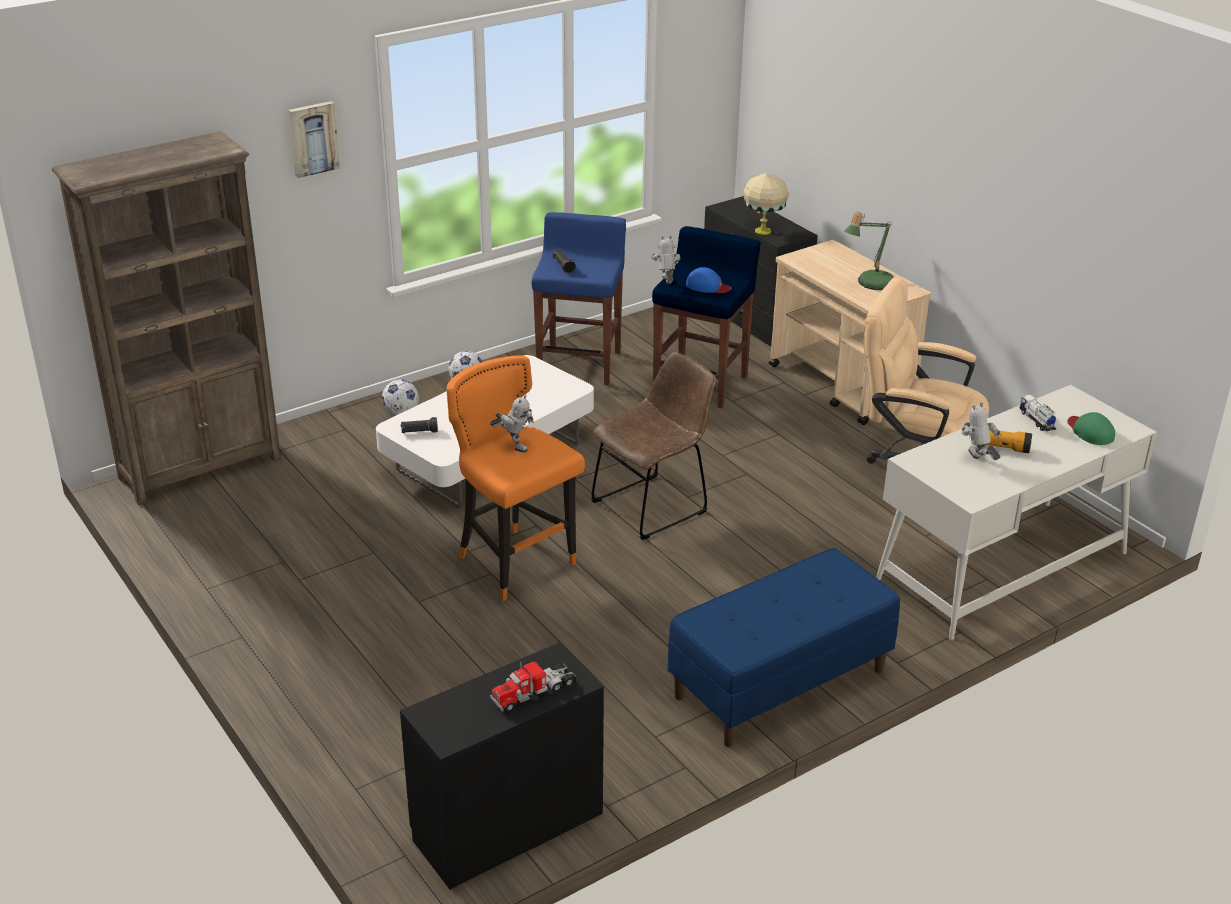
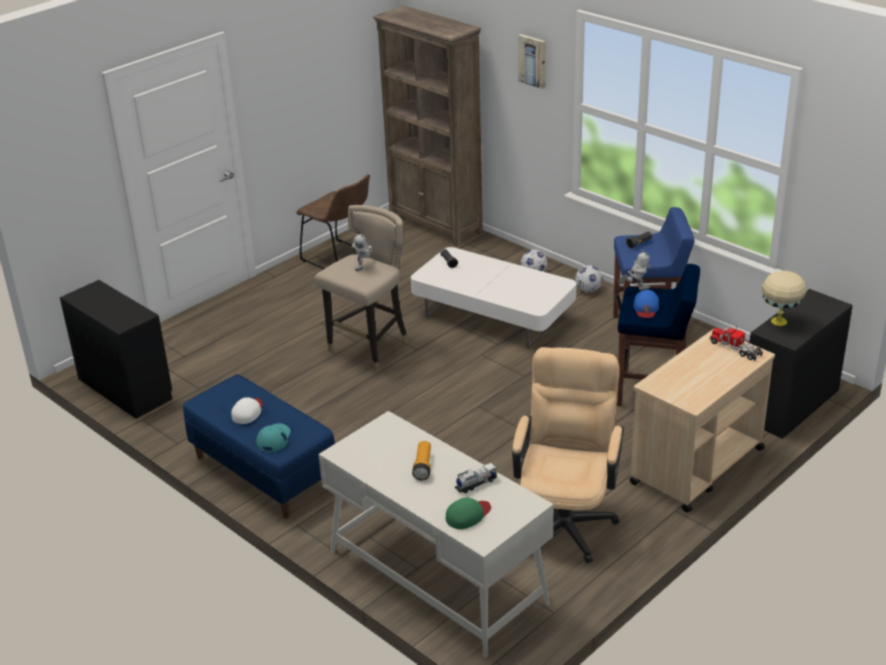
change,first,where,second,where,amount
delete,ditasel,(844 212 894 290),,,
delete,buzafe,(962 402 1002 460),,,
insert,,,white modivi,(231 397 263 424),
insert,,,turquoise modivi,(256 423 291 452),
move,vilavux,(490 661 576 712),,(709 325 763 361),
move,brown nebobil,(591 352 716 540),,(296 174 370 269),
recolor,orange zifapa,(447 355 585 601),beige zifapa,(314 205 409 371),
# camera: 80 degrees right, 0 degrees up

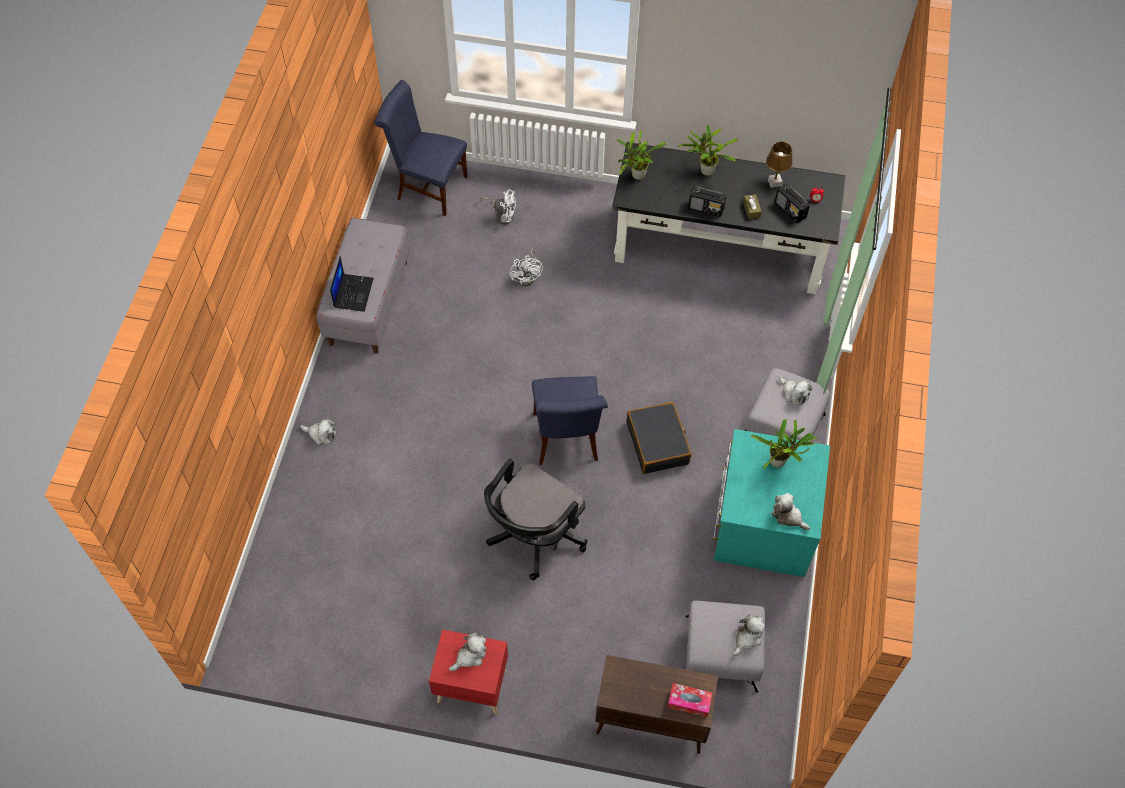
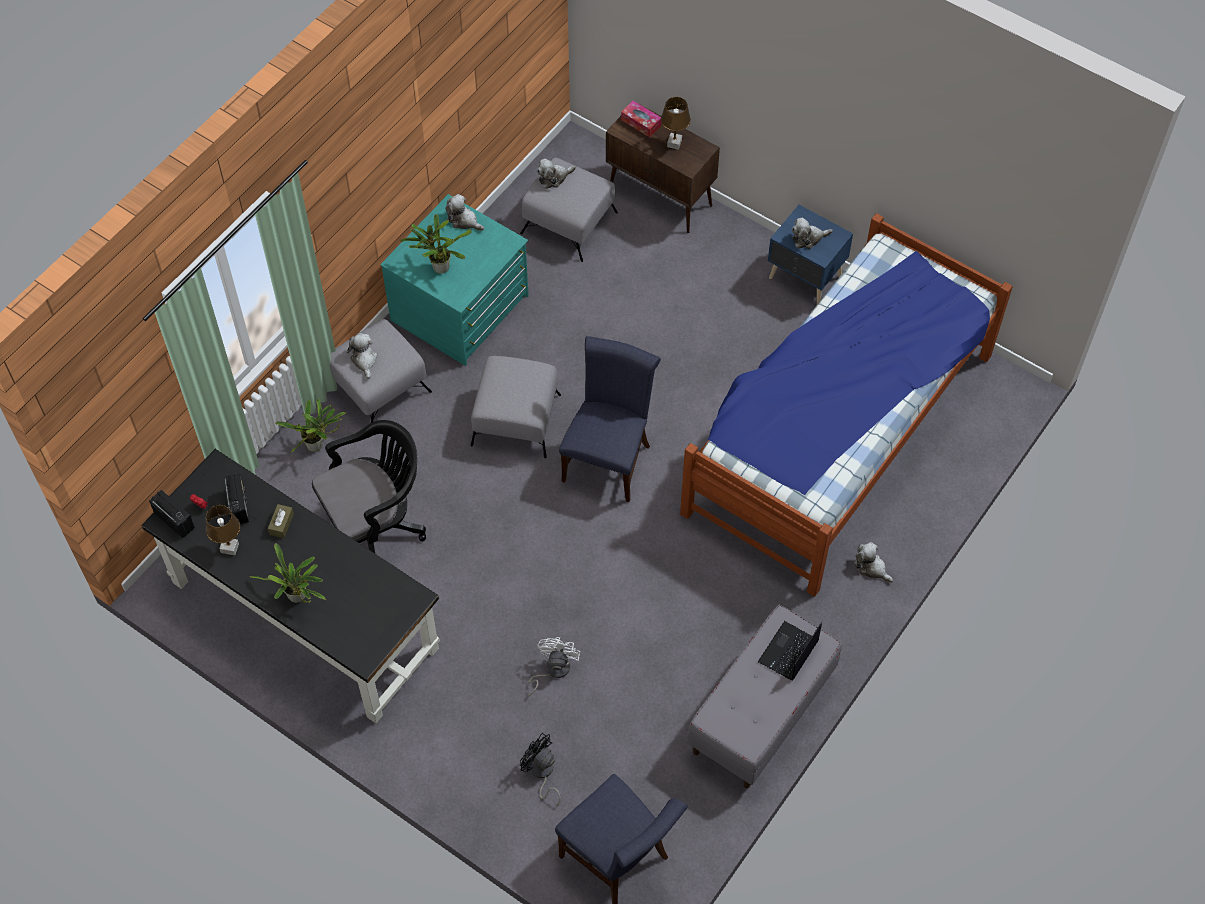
change,first,where,second,where,amount
insert,,,brown ditasel,(661 97 691 150),
insert,,,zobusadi,(680 213 1013 597),
move,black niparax,(484 459 587 580),,(312 420 426 553),
move,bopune,(617 130 667 180),,(275 399 347 453),
move,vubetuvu,(688 186 726 217),,(149 490 195 538),
replace,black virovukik,(627 402 692 474),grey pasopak,(471 356 561 458),
recolor,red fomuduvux,(429 629 508 714),blue fomuduvux,(768 205 853 304),
recolor,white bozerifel,(481 189 516 225),black bozerifel,(520 733 561 807),
rotate,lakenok,(772 493 810 530),,(445 194 484 231),150 degrees clockwise
# camera: 155 degrees left, 0 degrees up

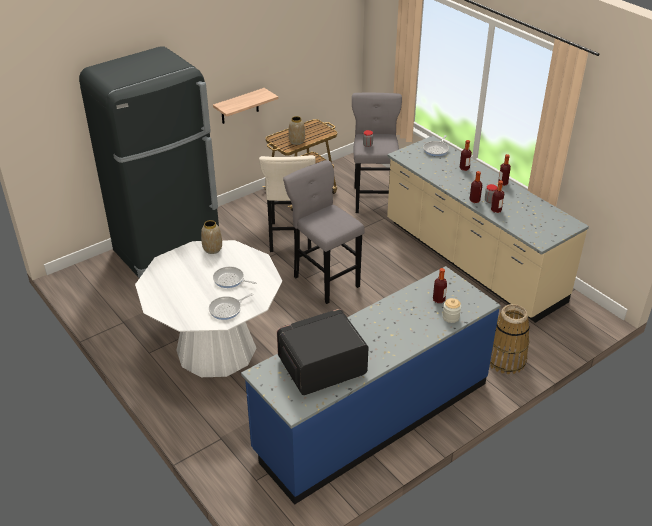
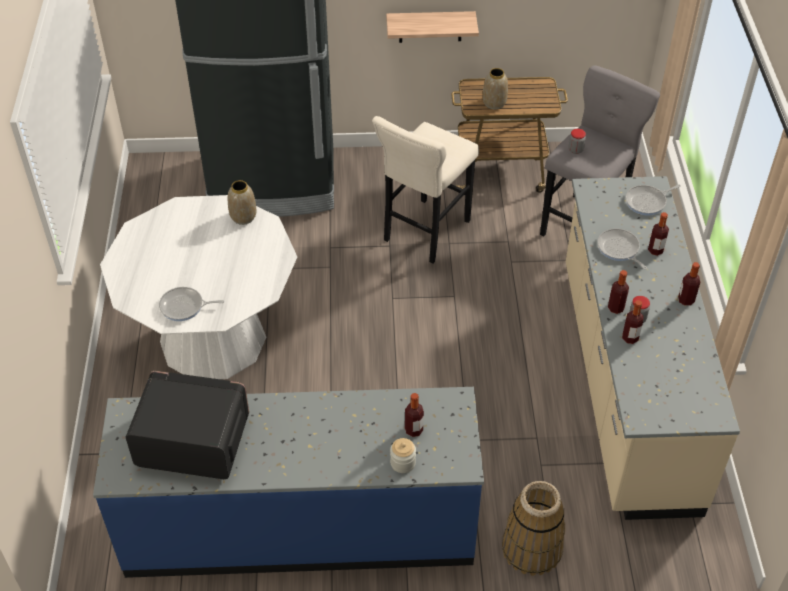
change,first,where,second,where,amount
delete,grey zifapa,(283 160 365 304),,,
move,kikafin,(213 267 256 288),,(597 228 647 270),
# camera: 35 degrees right, 10 degrees up

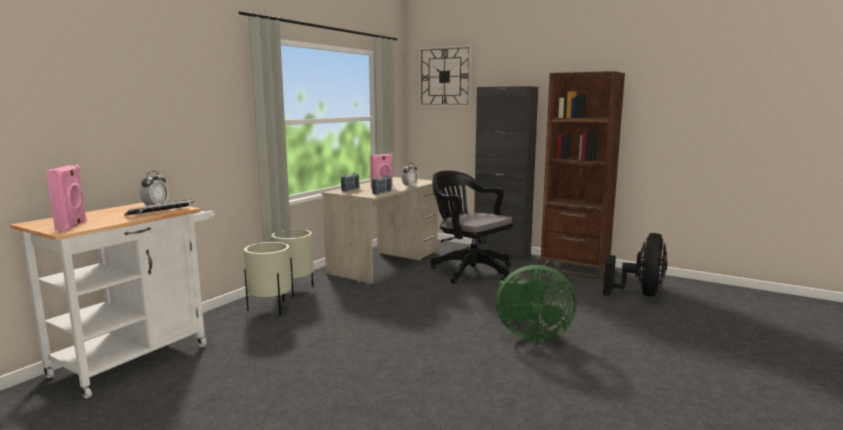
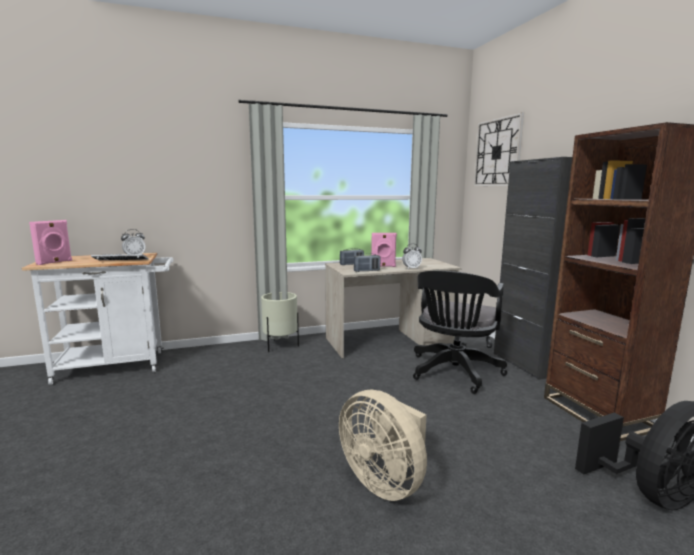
change,first,where,second,where,amount
delete,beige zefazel,(244 242 292 316),,,
recolor,green bozerifel,(496 265 577 342),beige bozerifel,(339 390 427 501),
rotate,black niparax,(431 170 514 284),,(413 270 507 394),150 degrees counterclockwise
# camera: 40 degrees right, 0 degrees up

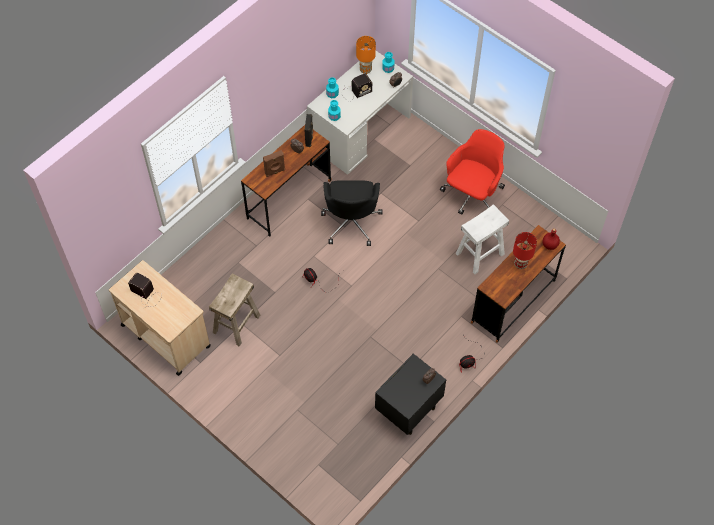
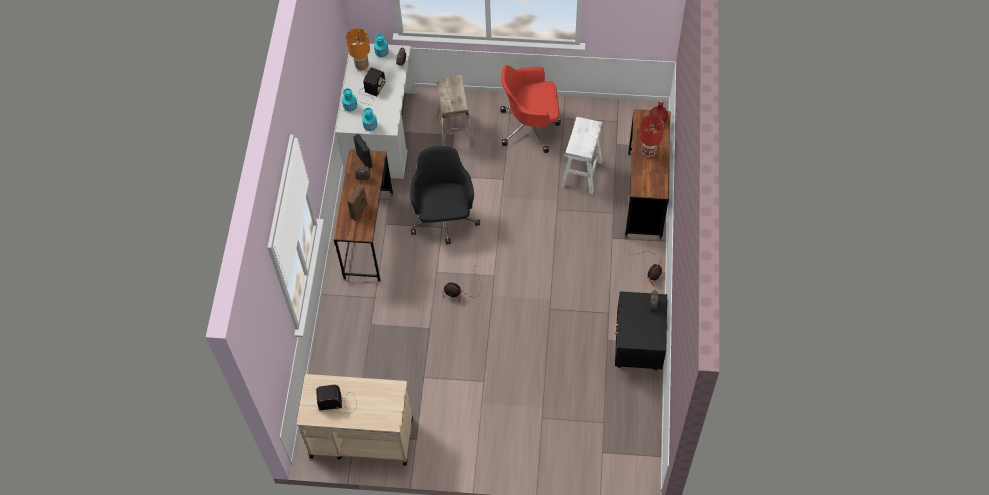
change,first,where,second,where,amount
move,beige zifapa,(209 274 260 347),,(437 75 474 146),
rotate,black niparax,(321 180 383 246),,(410 146 480 245),150 degrees counterclockwise
rotate,red niparax,(440 129 505 215),,(500 65 561 153),90 degrees counterclockwise
# camera: 35 degrees left, 0 degrees up

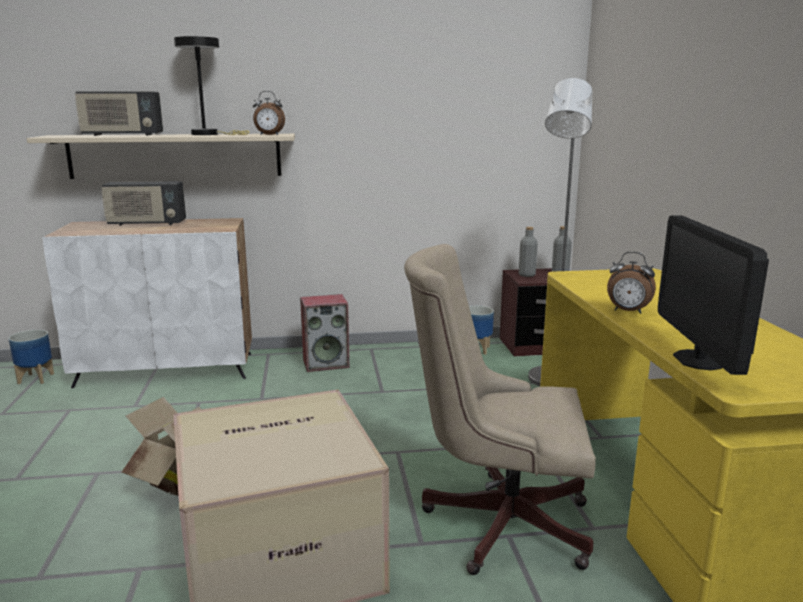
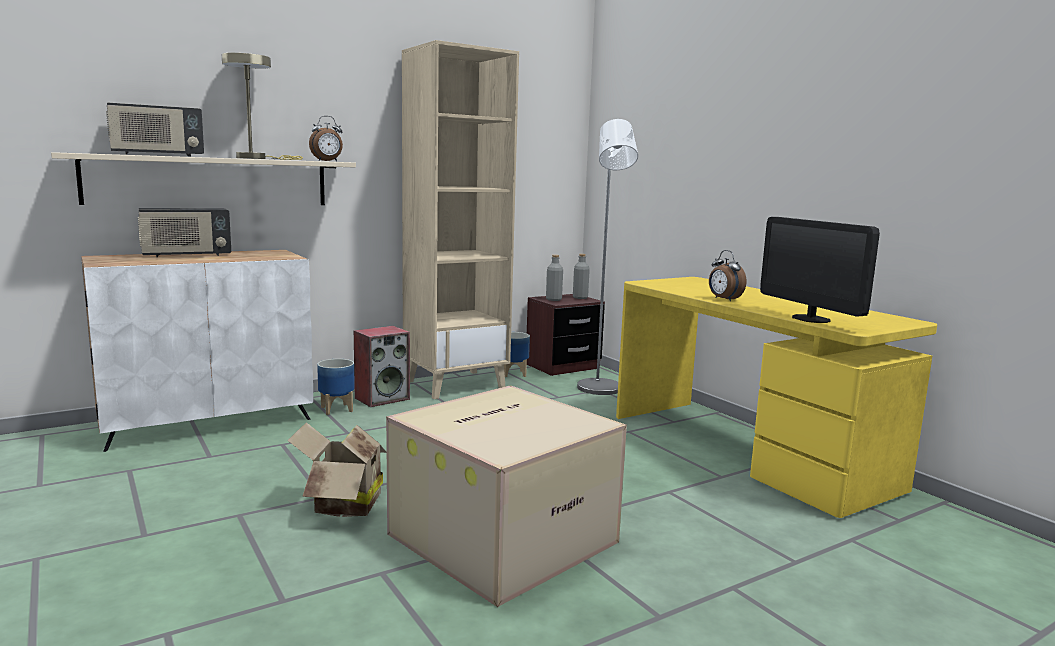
change,first,where,second,where,amount
delete,beige niparax,(404 244 596 575),,,
insert,,,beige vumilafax,(402 40 519 399),
move,zefazel,(9 330 54 384),,(317 359 355 415),
recolor,black ditasel,(174 36 249 135),beige ditasel,(222 53 303 160),
rotate,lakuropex,(607 252 656 314),,(709 250 746 301),60 degrees clockwise
# camera: 25 degrees left, 5 degrees down

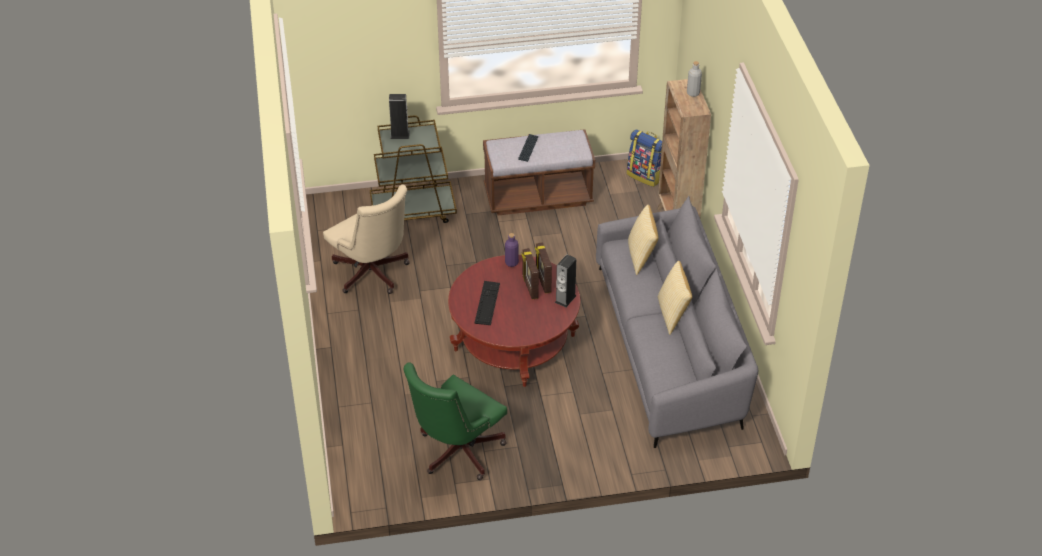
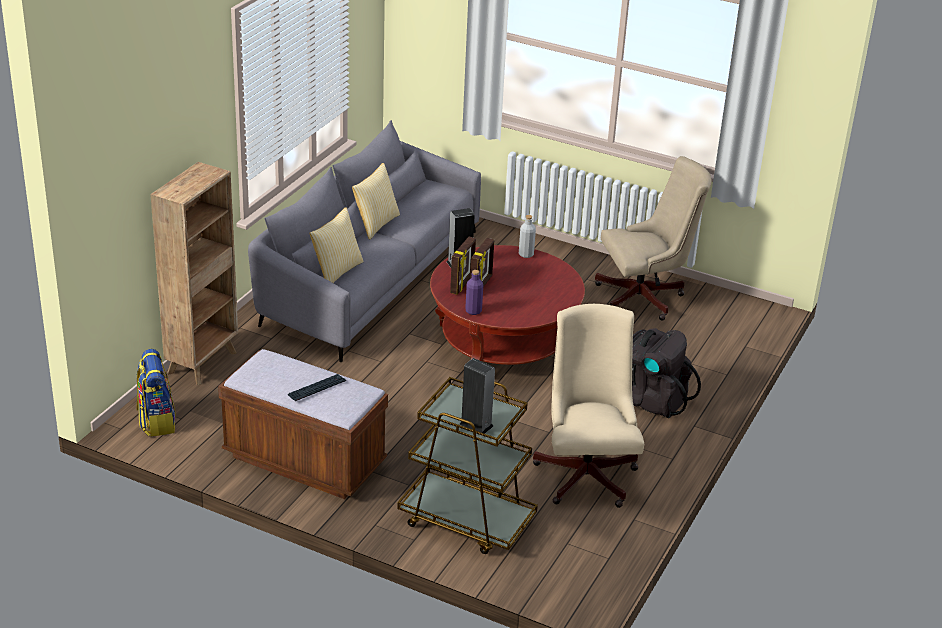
change,first,where,second,where,amount
delete,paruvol,(474 281 500 325),,,
insert,,,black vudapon,(632 328 701 418),
move,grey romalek,(687 61 702 97),,(519 215 536 258),
recolor,green niparax,(403 362 507 480),beige niparax,(595 156 712 321),
# camera: 145 degrees left, 10 degrees down

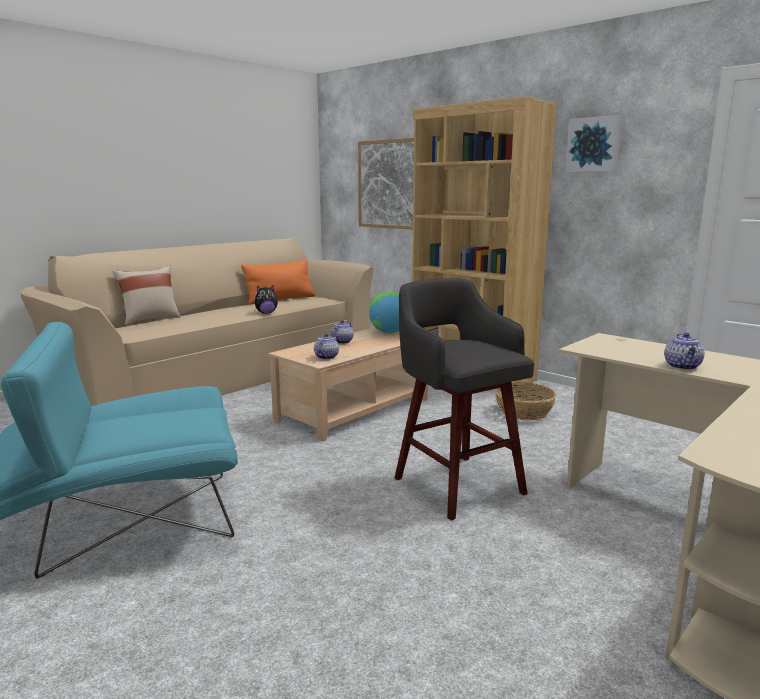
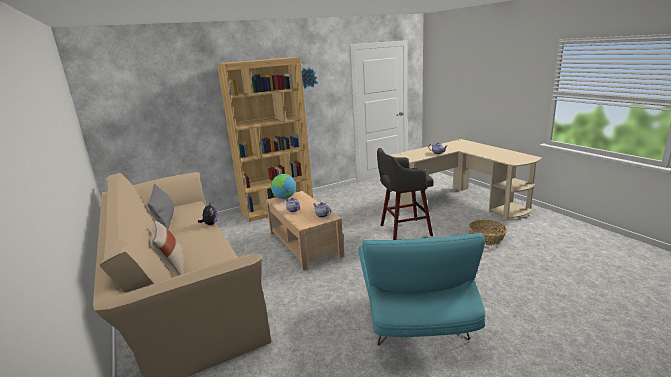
change,first,where,second,where,amount
delete,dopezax,(358 138 414 230),,,
move,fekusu,(495 382 557 421),,(468 220 507 245),
recolor,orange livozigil,(241 259 315 305),grey livozigil,(147 184 174 229),
# camera: 70 degrees left, 5 degrees up

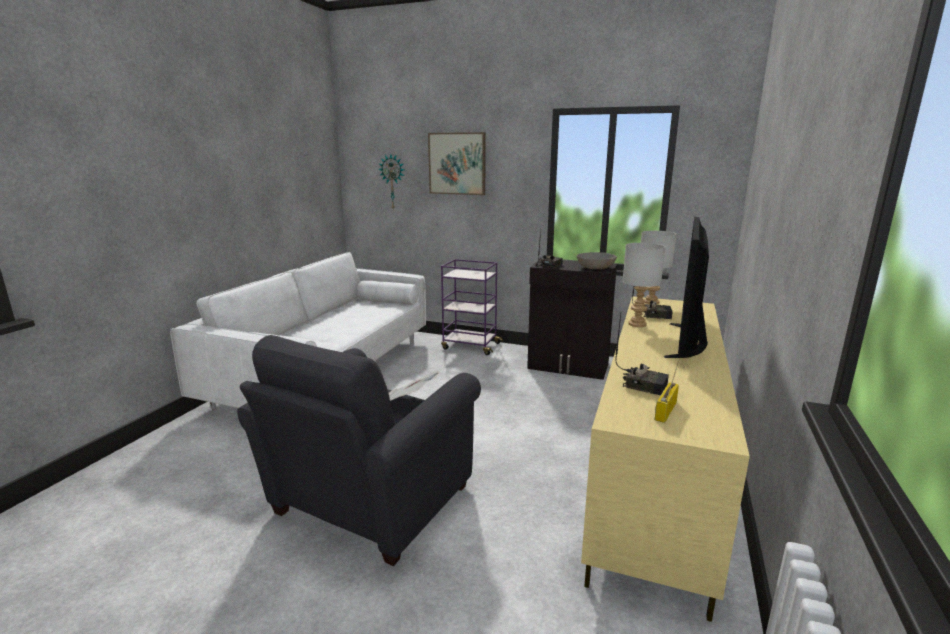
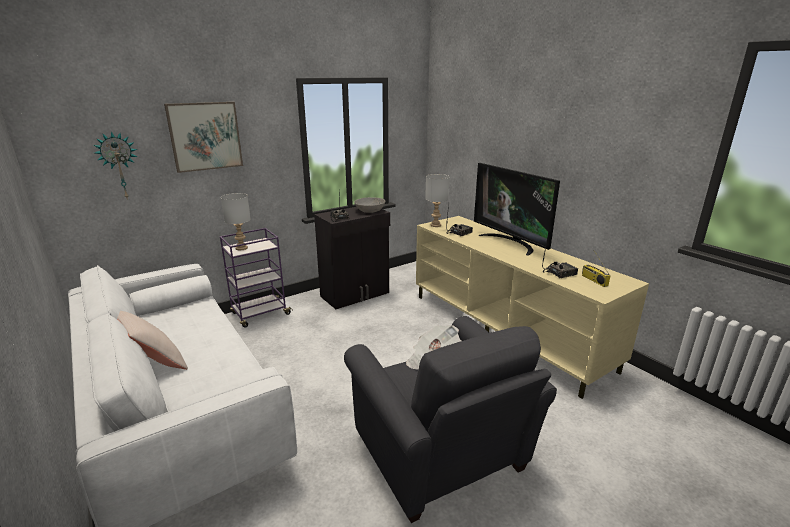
change,first,where,second,where,amount
insert,,,beige livozigil,(117 311 188 370),
move,grey ditasel,(622 243 665 327),,(221 193 251 250),
# camera: 55 degrees left, 5 degrees up

